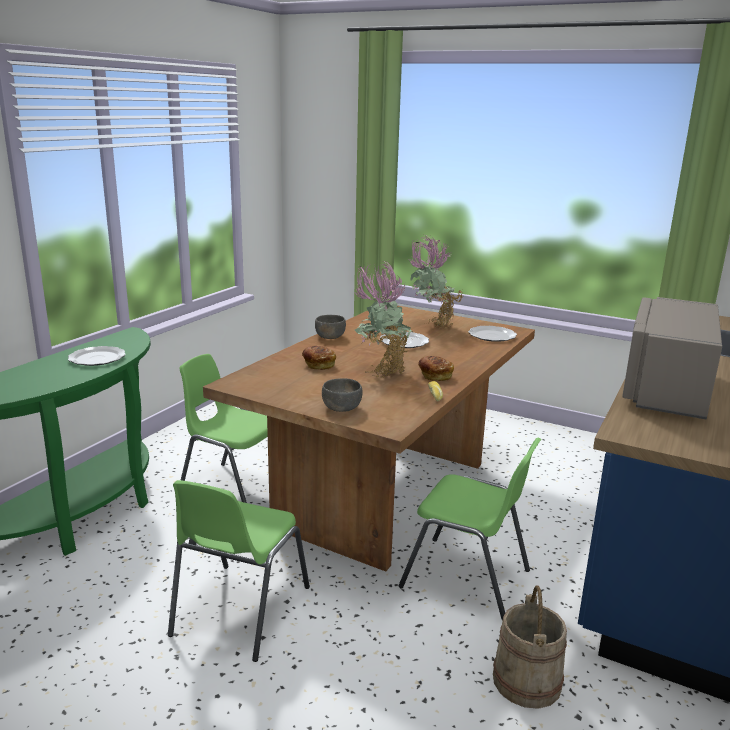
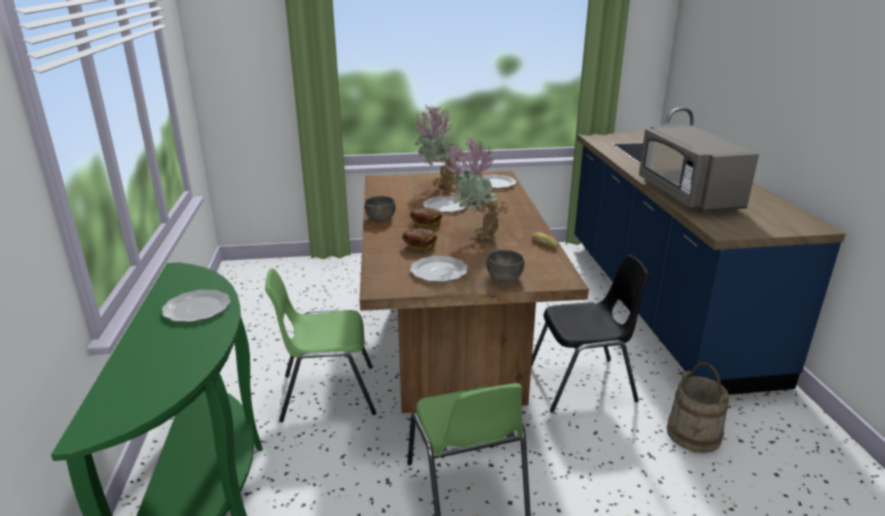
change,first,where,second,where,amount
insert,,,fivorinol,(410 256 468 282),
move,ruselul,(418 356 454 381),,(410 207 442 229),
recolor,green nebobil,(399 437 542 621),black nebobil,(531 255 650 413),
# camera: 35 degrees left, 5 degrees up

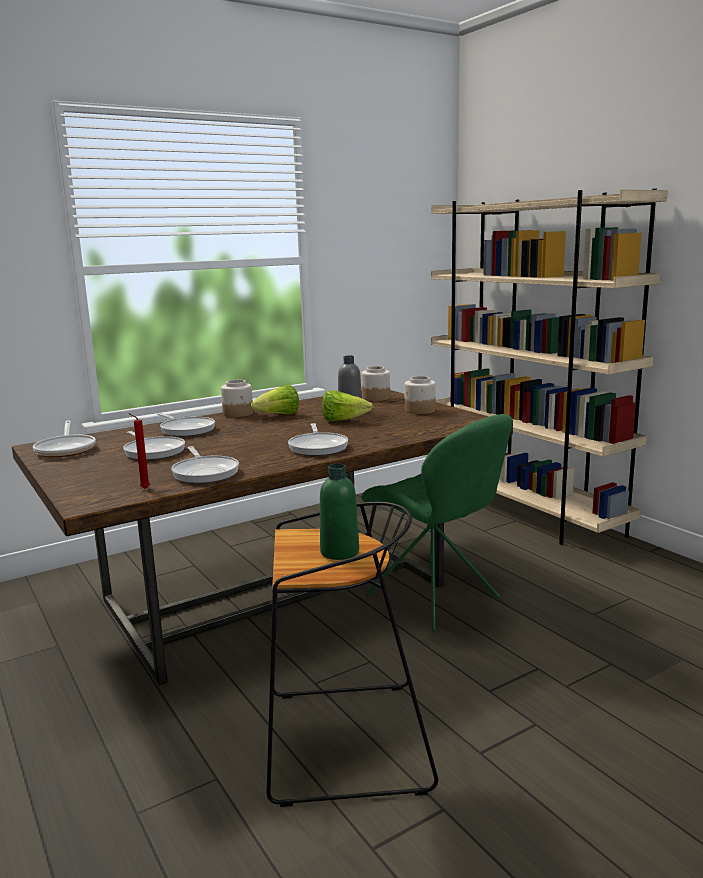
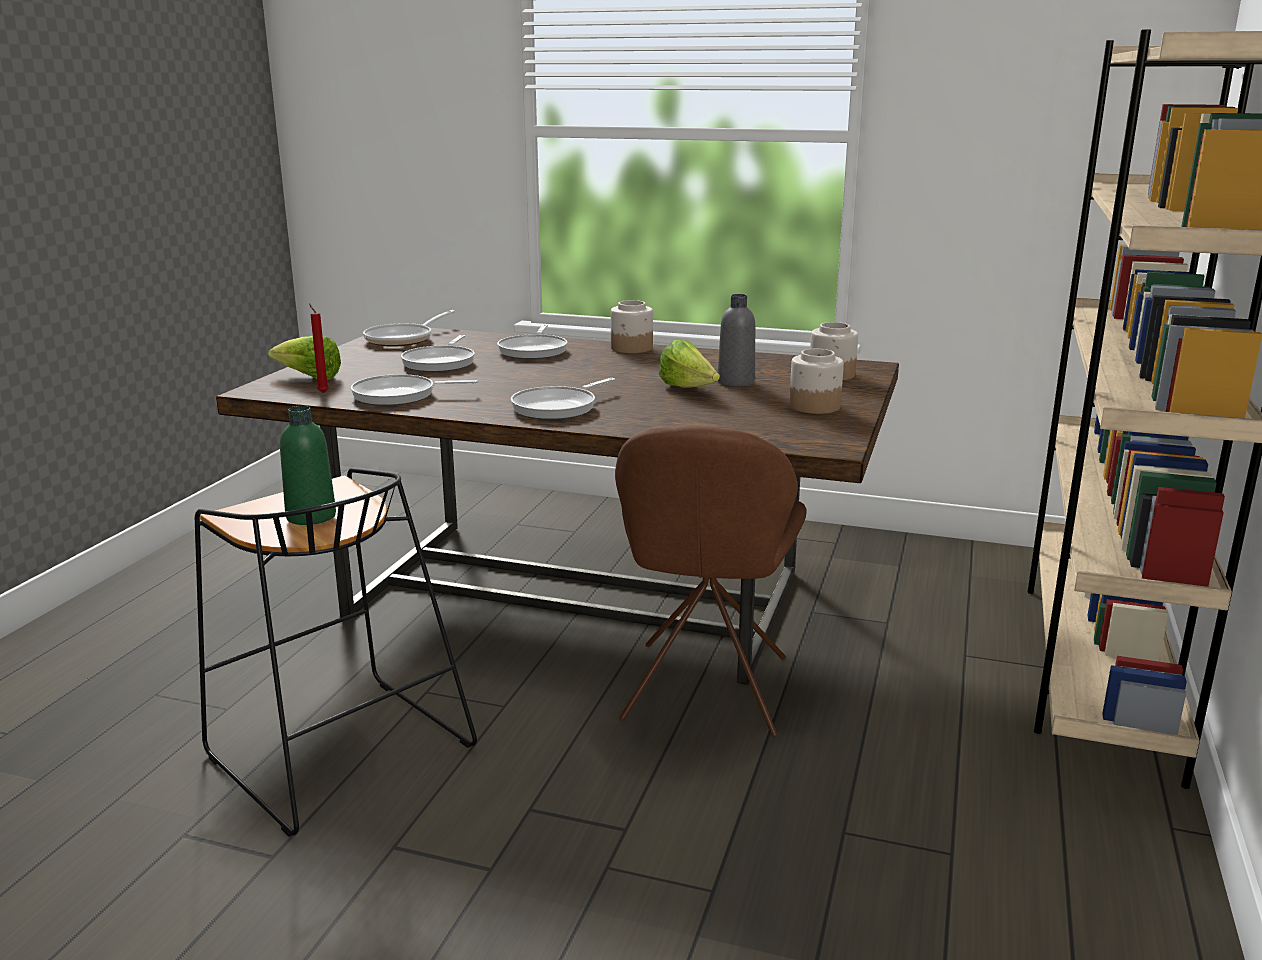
change,first,where,second,where,amount
move,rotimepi,(251 385 299 414),,(268 336 341 380),
recolor,green nebobil,(361 414 513 631),brown nebobil,(615 425 807 737),
rotate,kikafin,(171 446 239 483),,(351 374 478 406),60 degrees clockwise
# camera: 50 degrees right, 5 degrees up

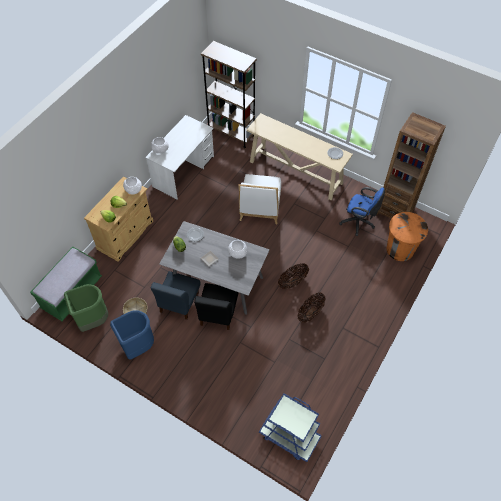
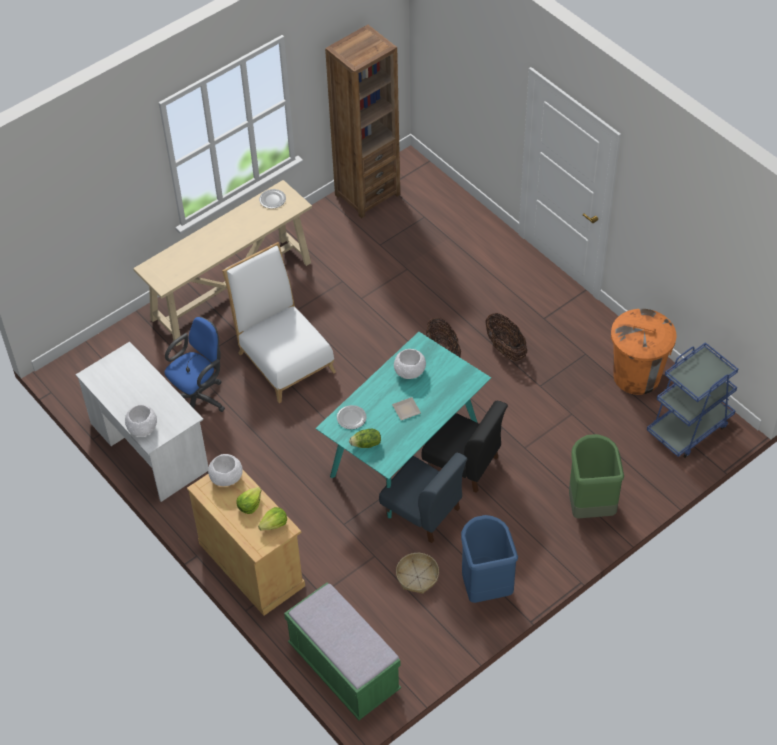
change,first,where,second,where,amount
delete,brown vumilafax,(201 41 257 148),,,
move,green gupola,(64 284 108 332),,(569 434 624 518),
move,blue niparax,(339 187 385 236),,(164 317 225 412),
move,orange gupola,(387 212 428 261),,(611 309 677 395),
recolor,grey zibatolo,(159 221 270 315),turquoise zibatolo,(316 332 491 518),
rotate,white nebobil,(238 174 281 224),,(222 242 336 403),150 degrees counterclockwise
# camera: 70 degrees left, 5 degrees down

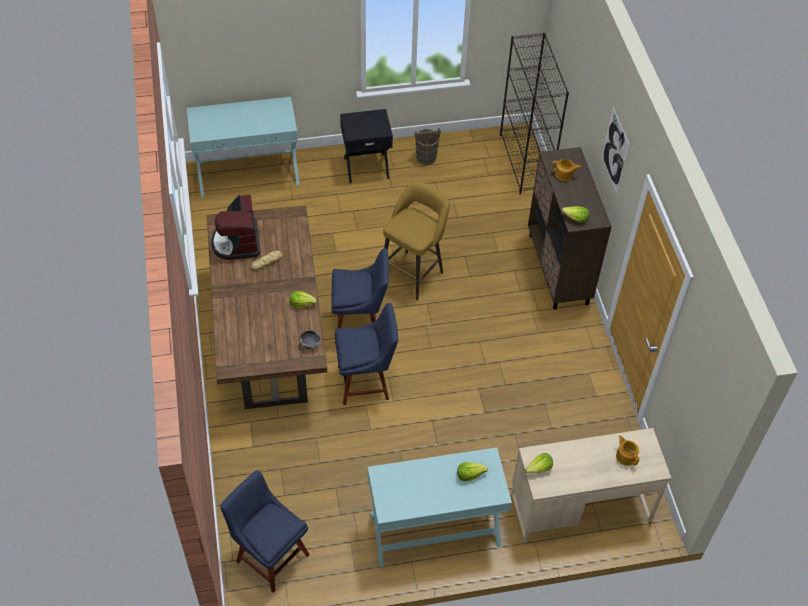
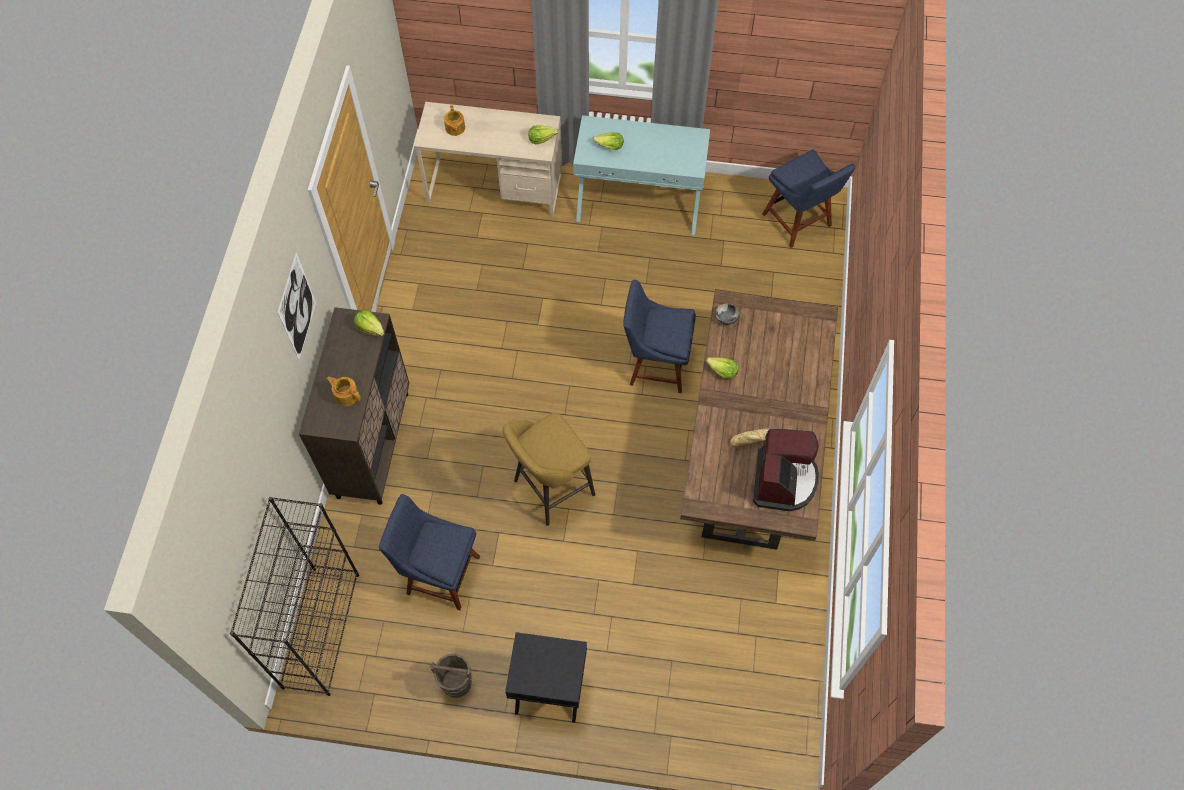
change,first,where,second,where,amount
delete,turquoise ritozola,(187 97 299 197),,,
move,blue nebobil,(331 248 389 328),,(379 494 480 610),
# camera: 160 degrees left, 10 degrees up

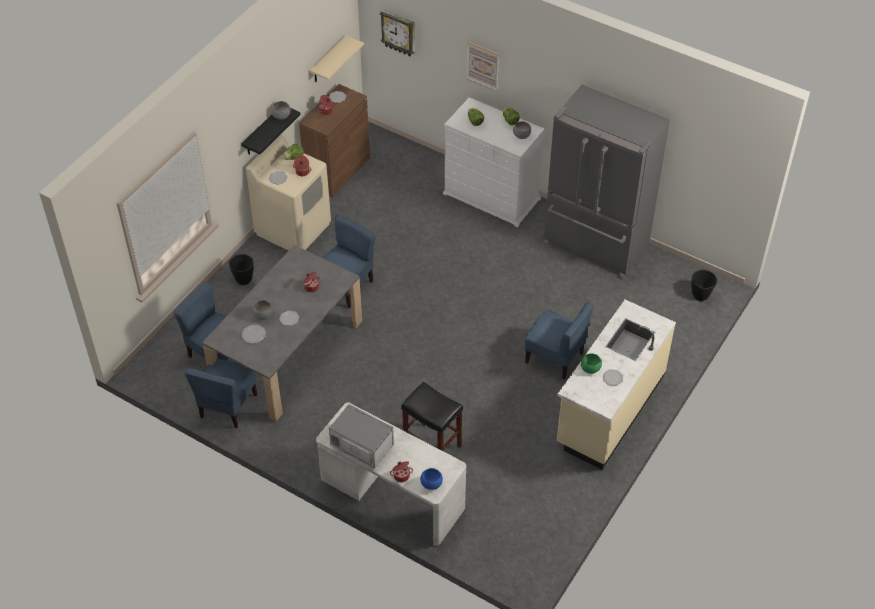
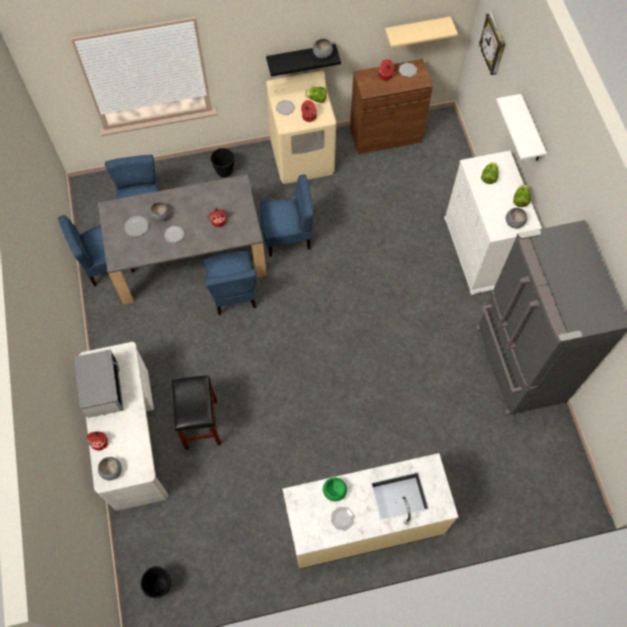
change,first,where,second,where,amount
move,blue nebobil,(525 302 593 379),,(203 251 257 315),
move,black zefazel,(691 270 717 301),,(140 566 171 598),
replace,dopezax,(467 41 499 91),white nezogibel,(496 94 547 161),
recolor,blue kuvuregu,(420 468 443 490),grey kuvuregu,(98 457 122 481),
# camera: 45 degrees right, 15 degrees up

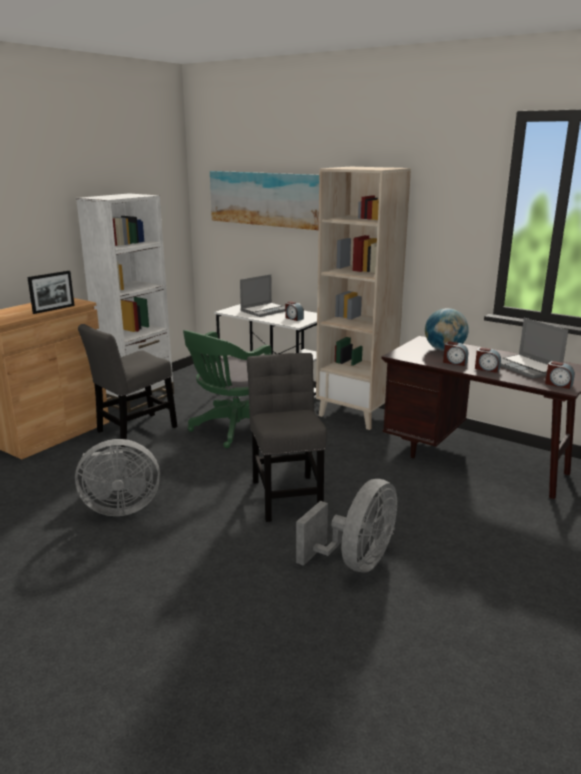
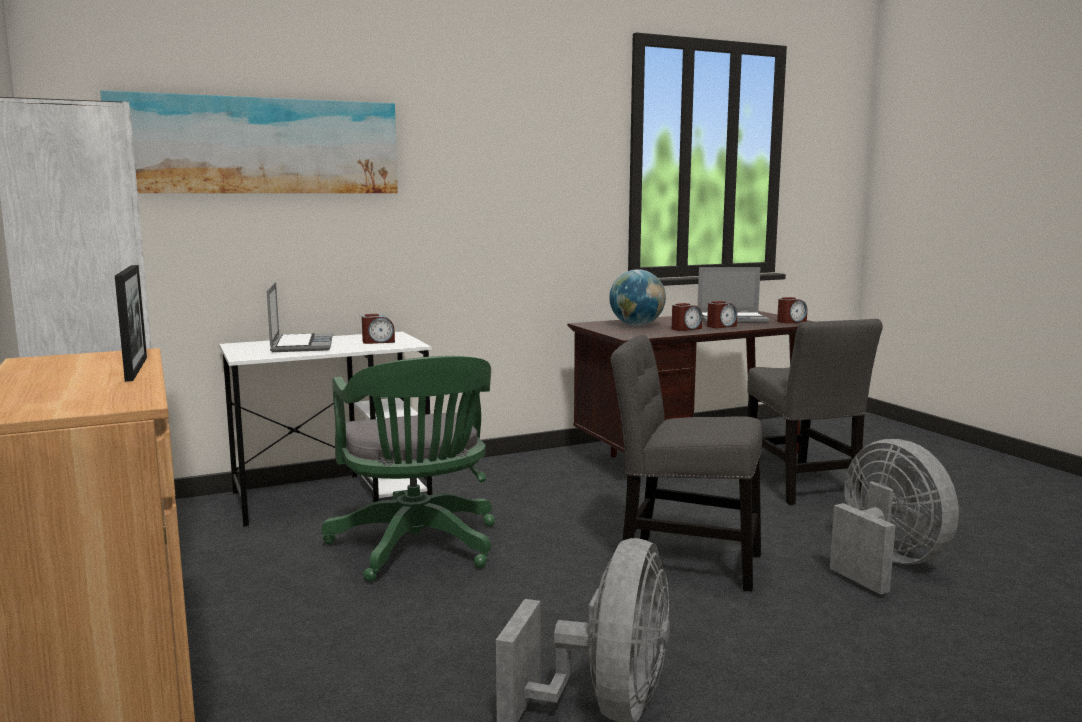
change,first,where,second,where,amount
delete,beige vumilafax,(316 167 411 430),,,
move,grey nebobil,(78 324 177 447),,(747 319 883 505),
# camera: 60 degrees left, 10 degrees down

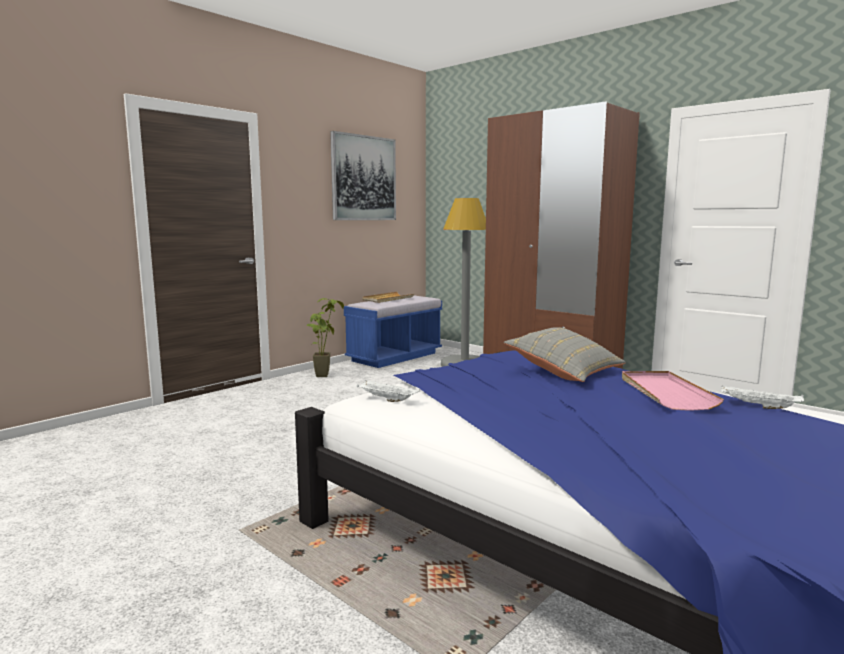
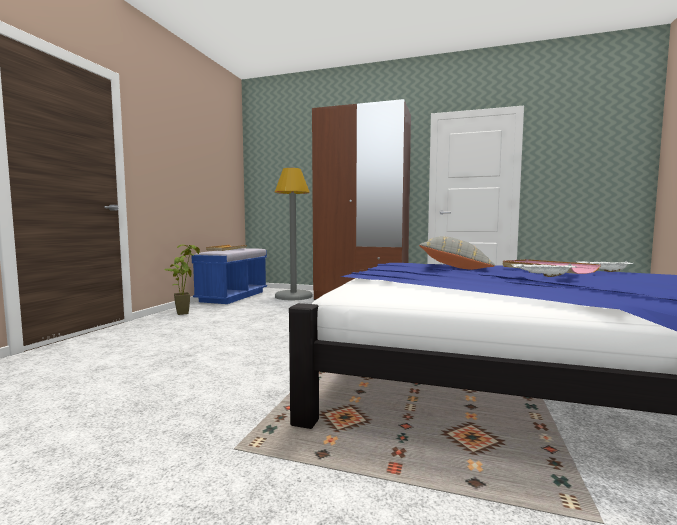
change,first,where,second,where,amount
delete,dopezax,(330 131 396 220),,,
move,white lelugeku,(356 380 420 402),,(511 264 577 277),
# camera: 25 degrees left, 5 degrees down

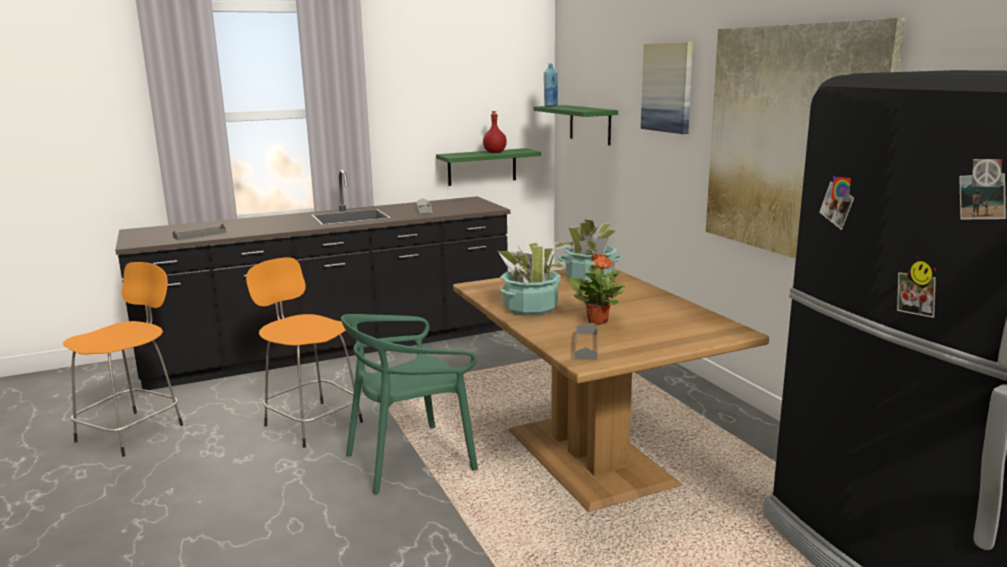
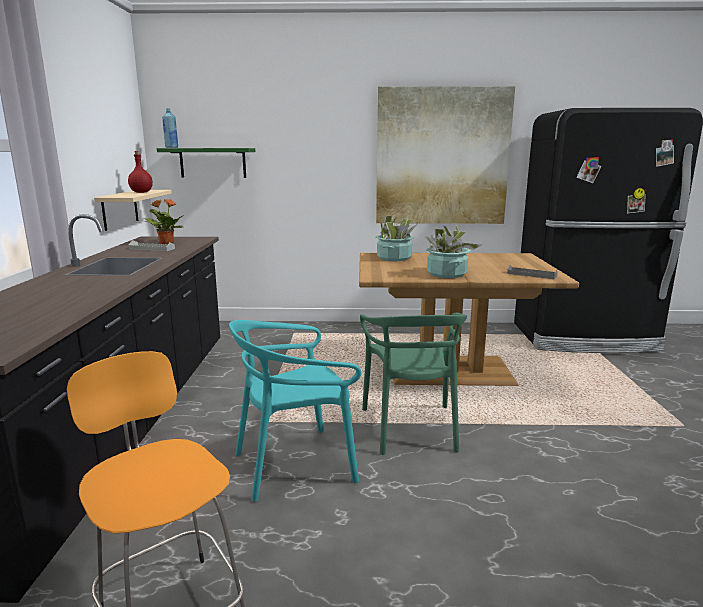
change,first,where,second,where,amount
delete,grey lelugeku,(172 224 226 240),,,
delete,dopezax,(641 42 693 134),,,
move,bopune,(569 253 625 324),,(144 199 184 244),
replace,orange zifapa,(246 258 363 448),turquoise nebobil,(229 320 361 502),
recolor,green nezogibel,(436 148 541 186),beige nezogibel,(94 190 172 231),
# camera: 65 degrees left, 0 degrees up

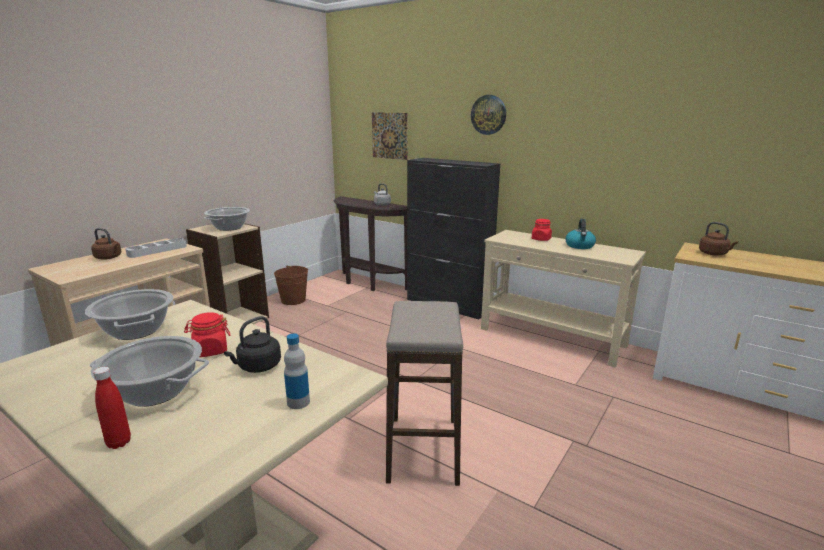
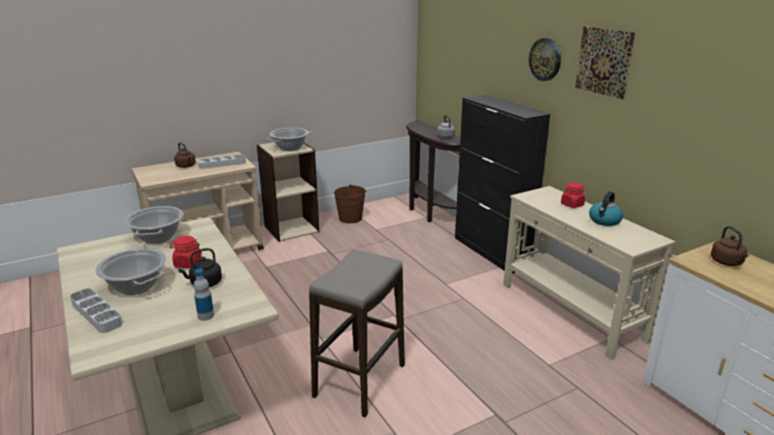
change,first,where,second,where,amount
move,dopezax,(372 112 408 160),,(575 26 635 99),
replace,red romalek,(93 367 131 449),grey lelugeku,(70 288 122 333),
# camera: 25 degrees right, 5 degrees up

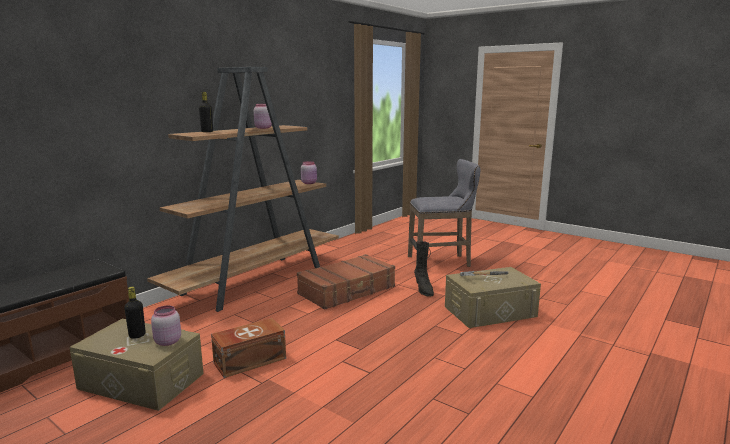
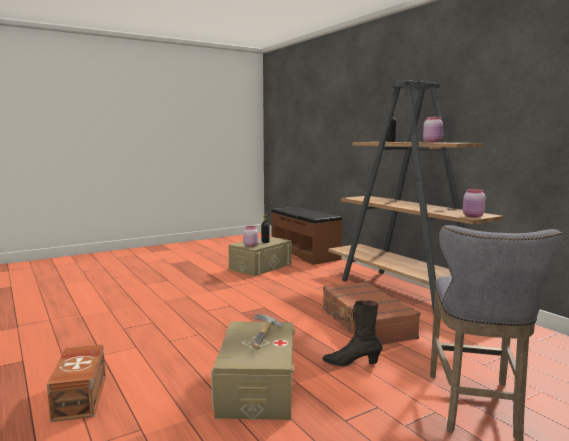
change,first,where,second,where,amount
move,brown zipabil,(211 318 286 378),,(47 344 106 422),
# camera: 110 degrees right, 5 degrees down

